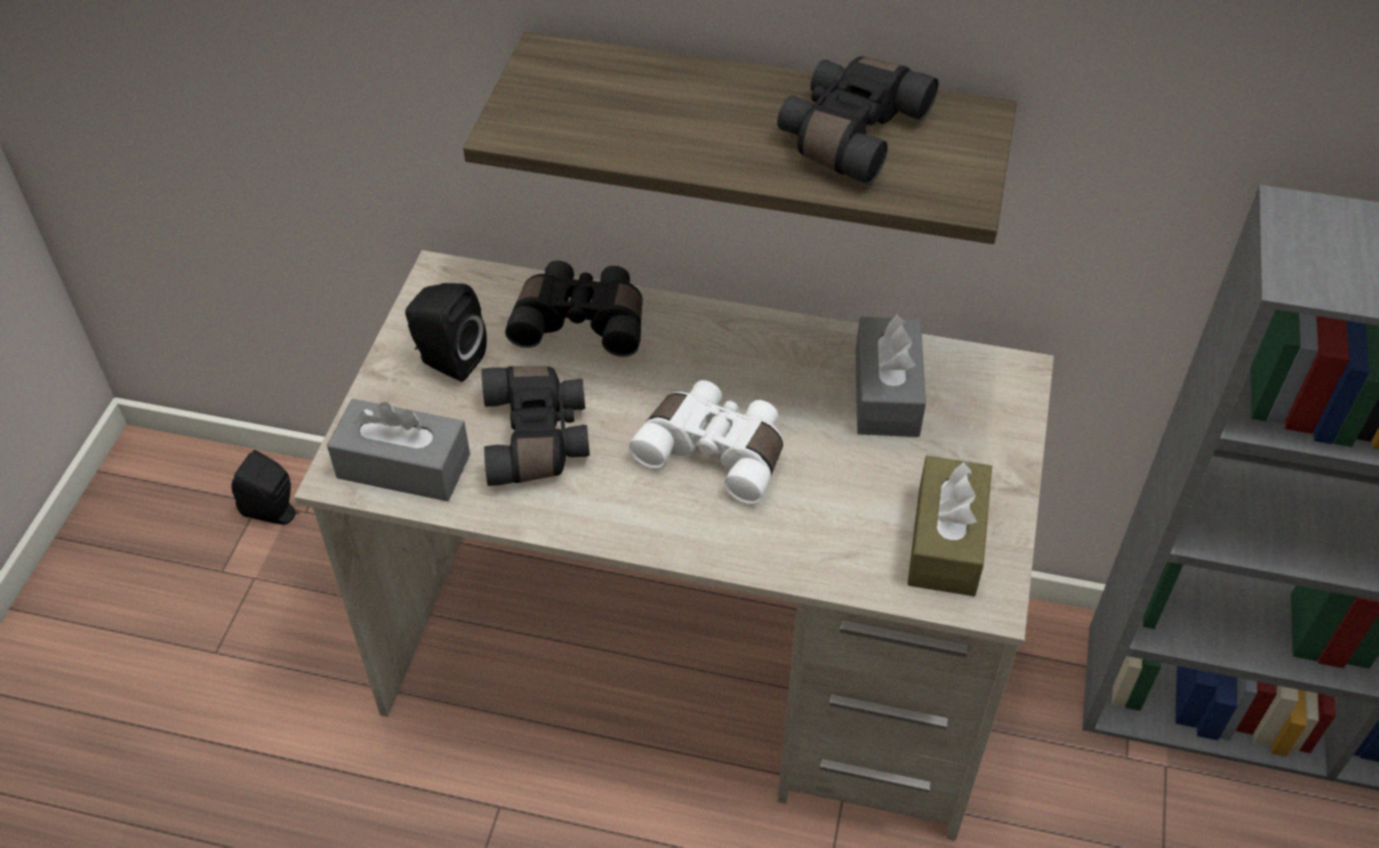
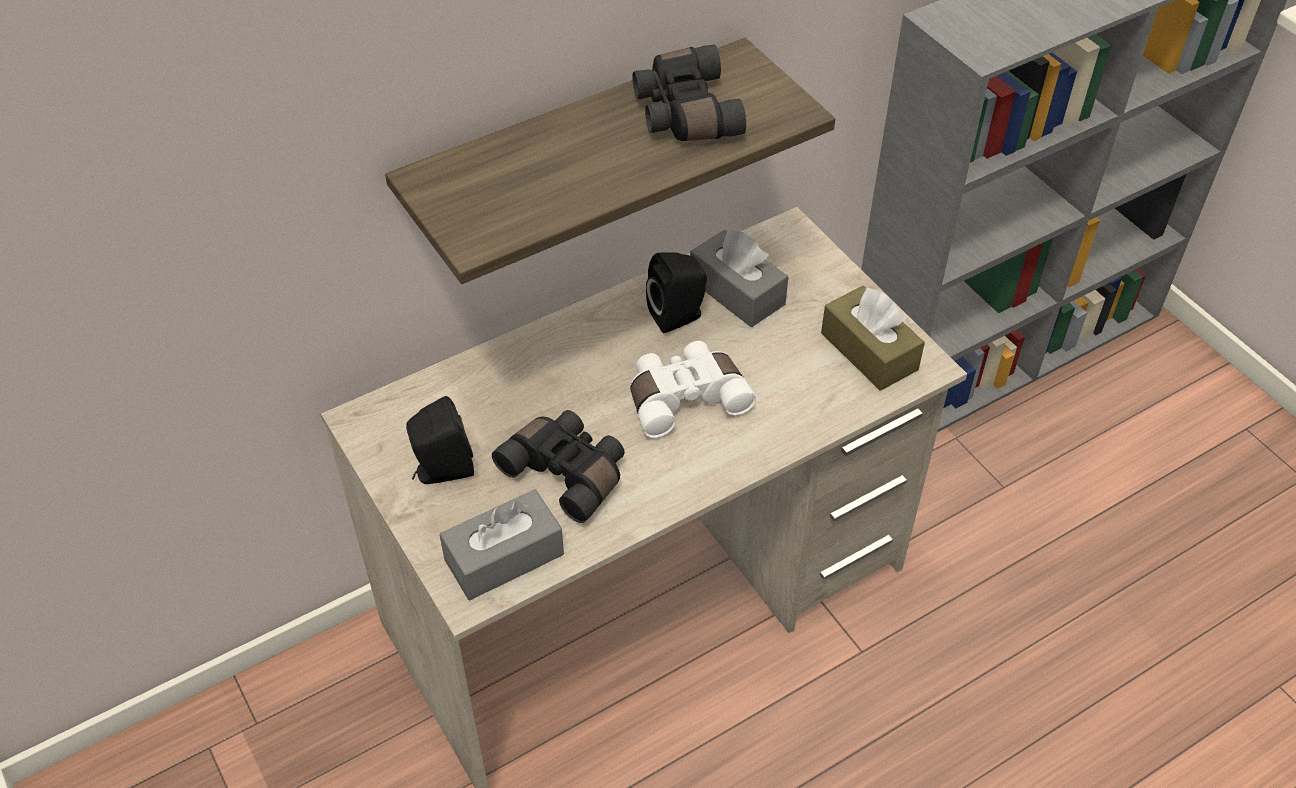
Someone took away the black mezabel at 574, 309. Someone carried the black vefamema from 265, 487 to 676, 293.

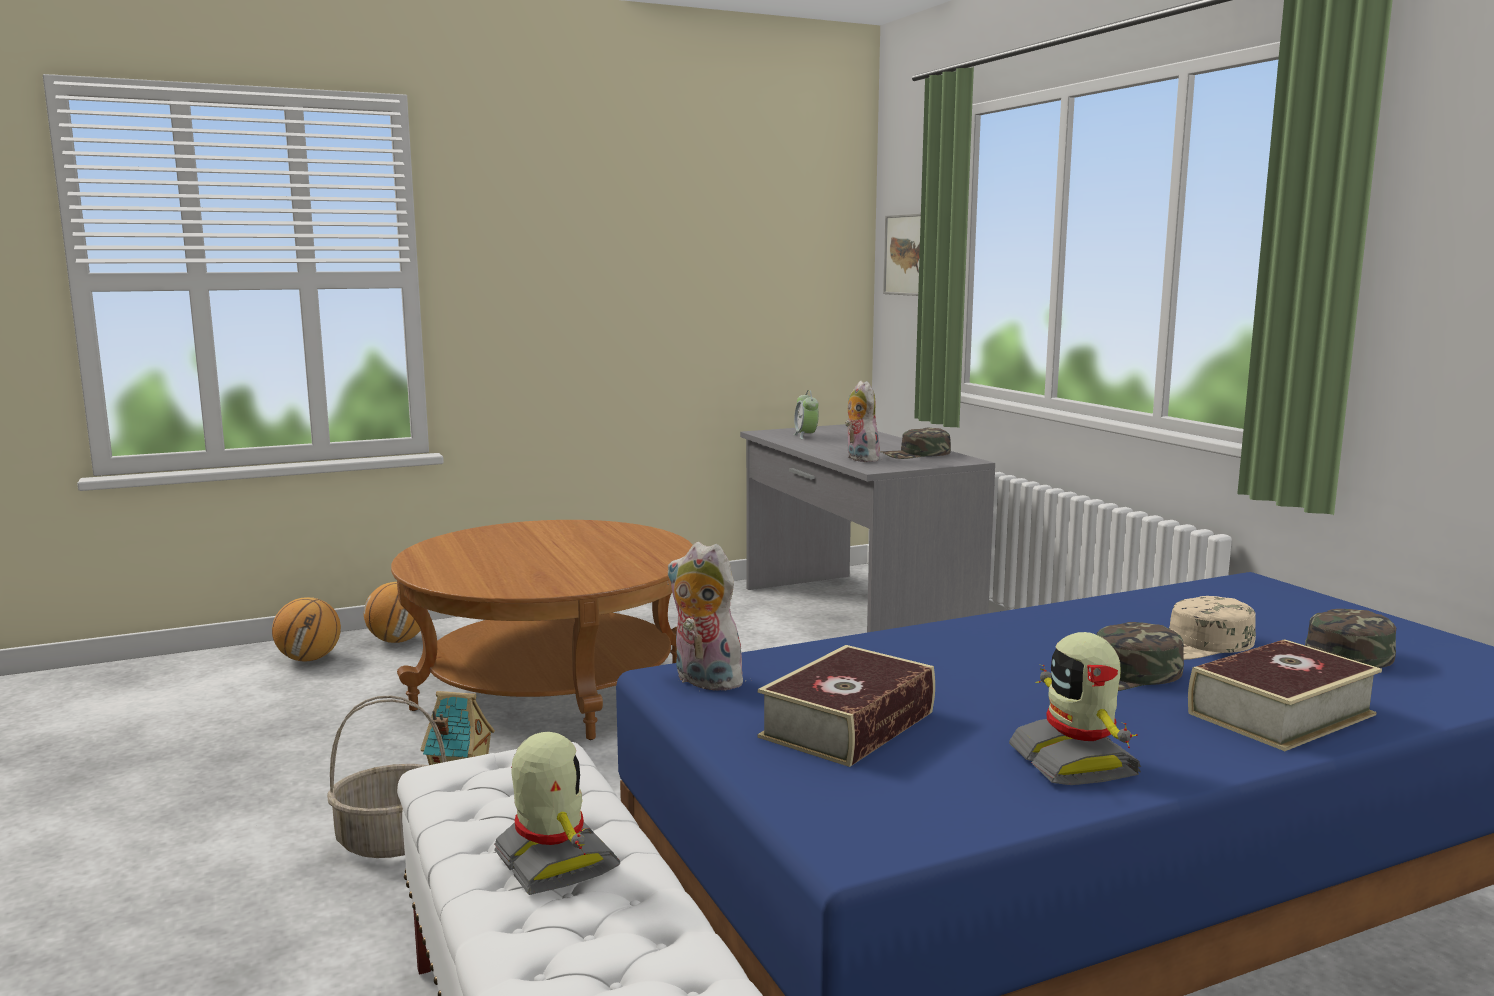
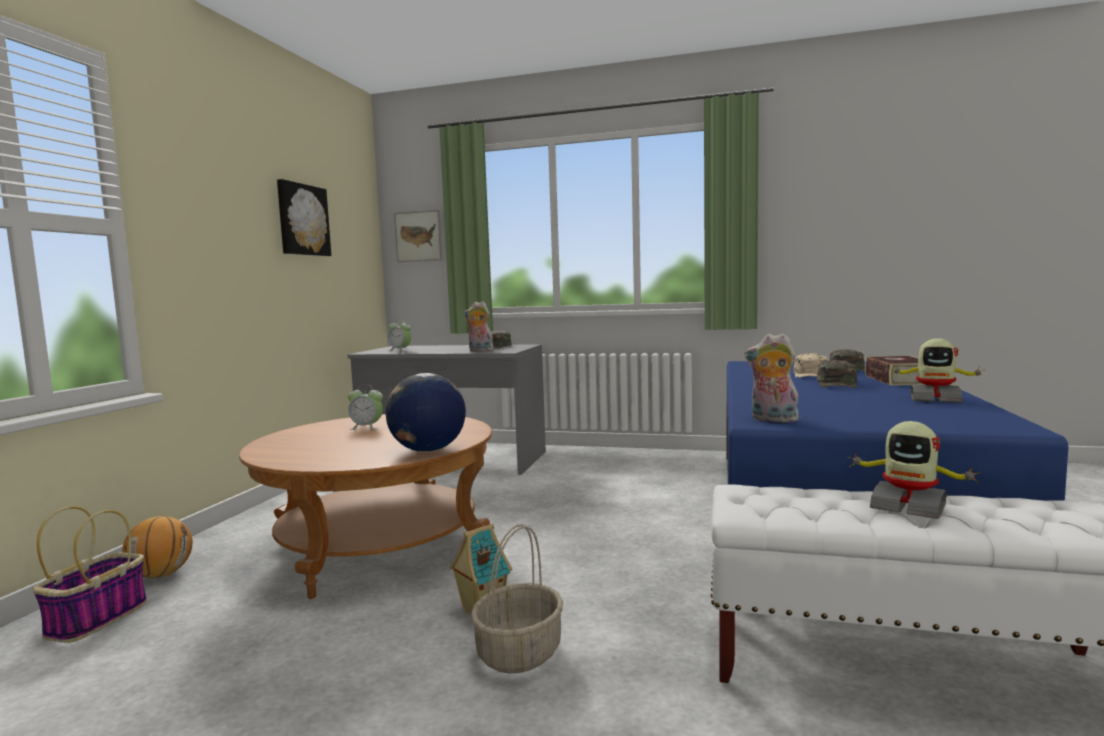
Someone rotated the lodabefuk at 706, 616 by 45 degrees clockwise. Someone swapped the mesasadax at 306, 629 for the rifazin at 90, 574. Someone took away the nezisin at 846, 706. Someone rotated the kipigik at 557, 813 by 150 degrees counterclockwise. Someone put up the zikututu at 304, 217. Someone put down the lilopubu at 426, 412. Someone put down the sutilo at 365, 407.

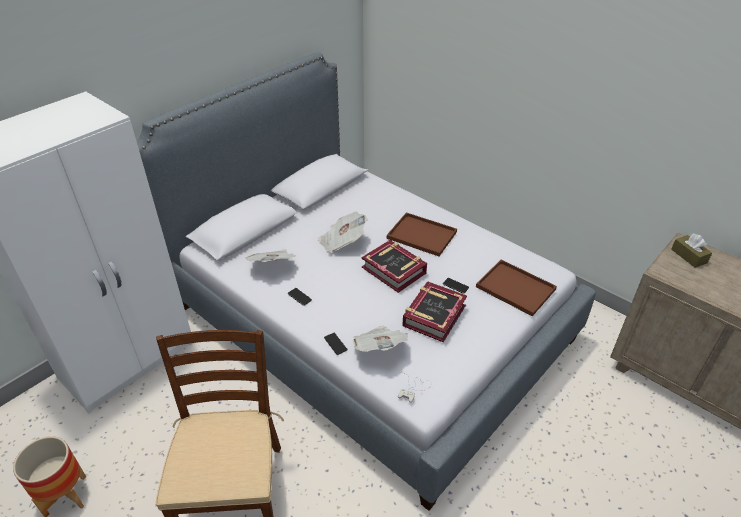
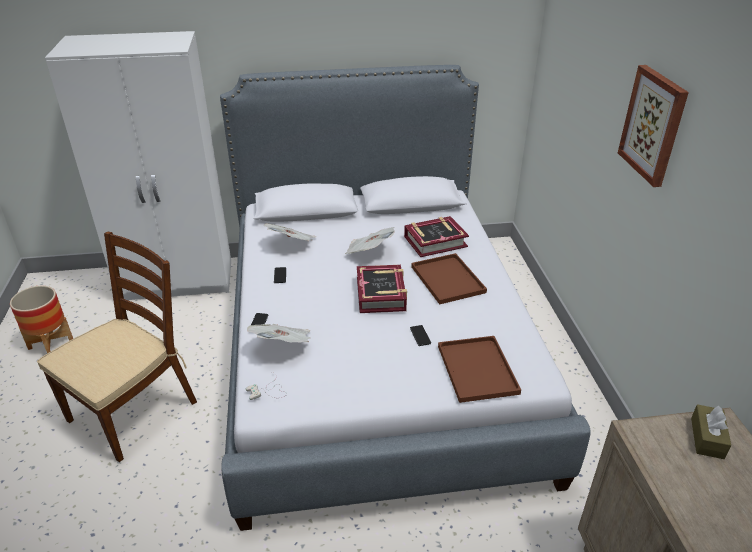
Someone carried the nezisin from 434, 311 to 436, 236. Someone put up the zikututu at 653, 126.

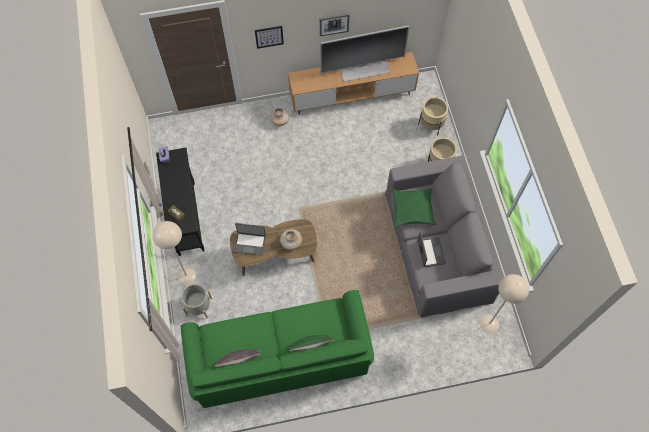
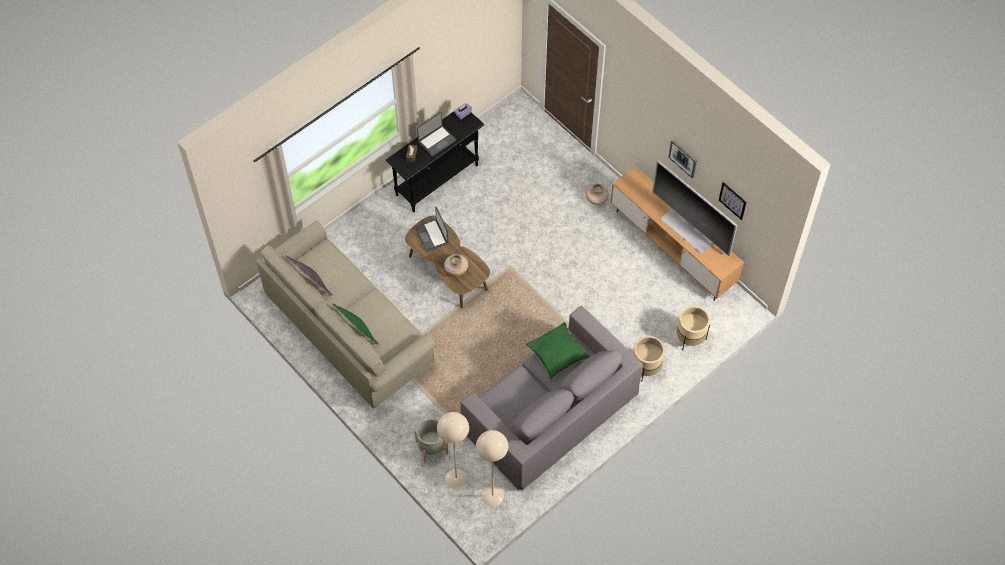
Someone carried the zikututu from 269, 37 to 733, 201. Someone carried the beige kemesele from 174, 253 to 453, 450. Someone carried the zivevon from 431, 249 to 436, 134. Someone carried the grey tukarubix from 196, 301 to 431, 440. Someone repainted the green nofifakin at 277, 349, which became the beige nofifakin at 346, 314.

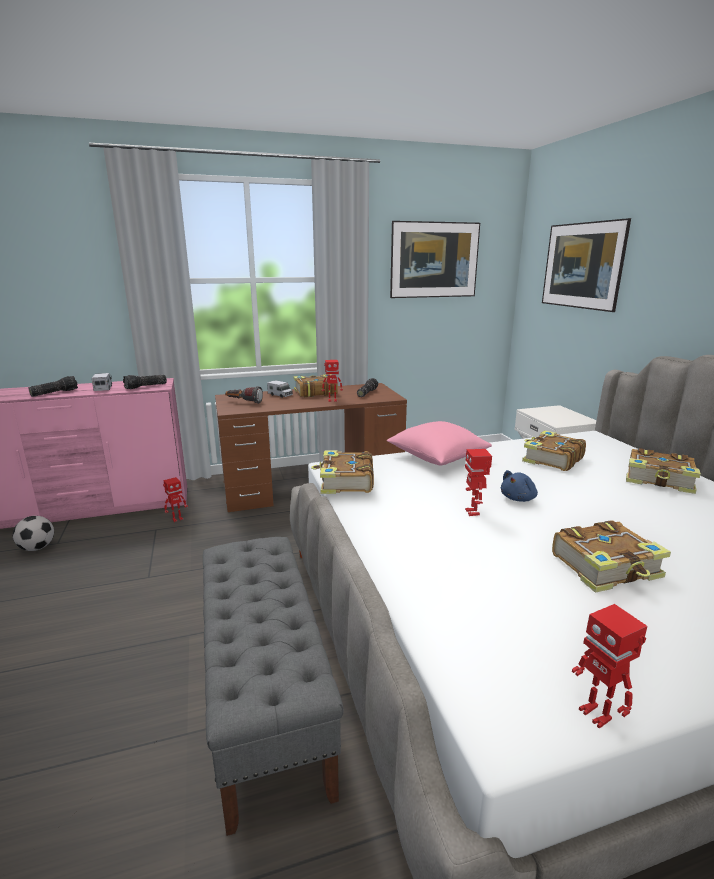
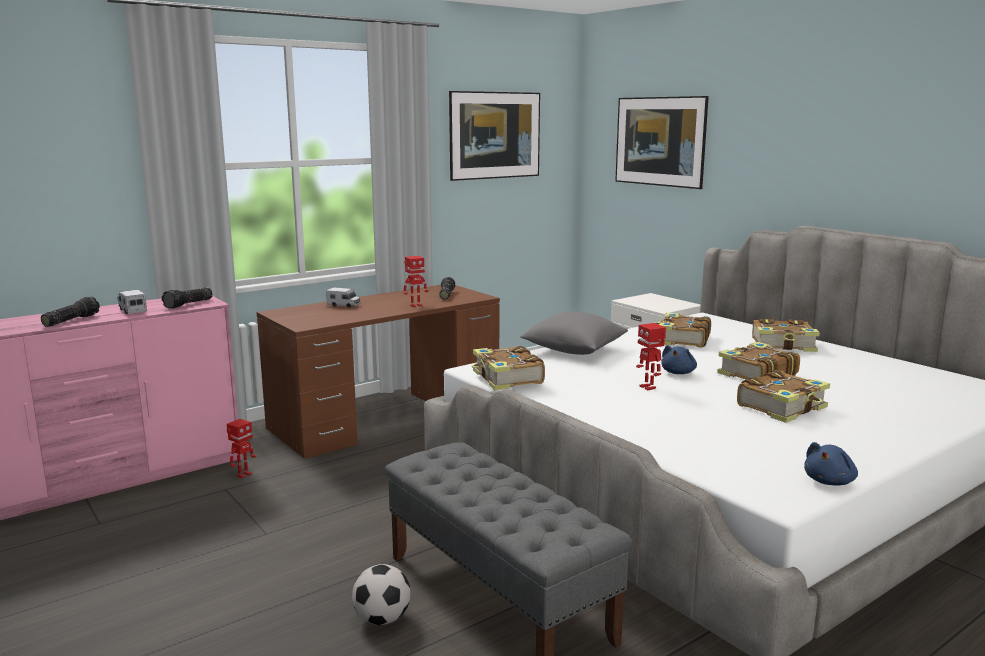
Someone carried the nezisin from 316, 385 to 758, 361. Someone took away the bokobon at 244, 395. Someone repainted the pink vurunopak at 439, 443, which became the grey vurunopak at 574, 333. Someone carried the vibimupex from 33, 533 to 381, 594. Someone swapped the kipigik at 609, 666 for the blue lodabefuk at 831, 464.

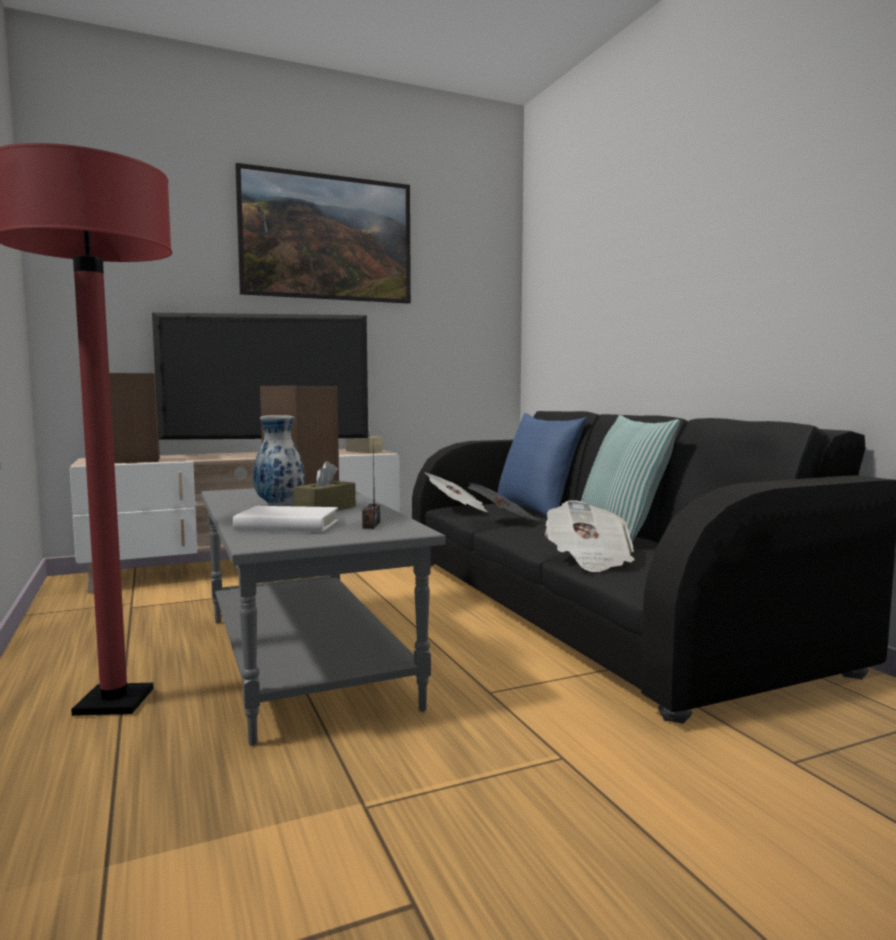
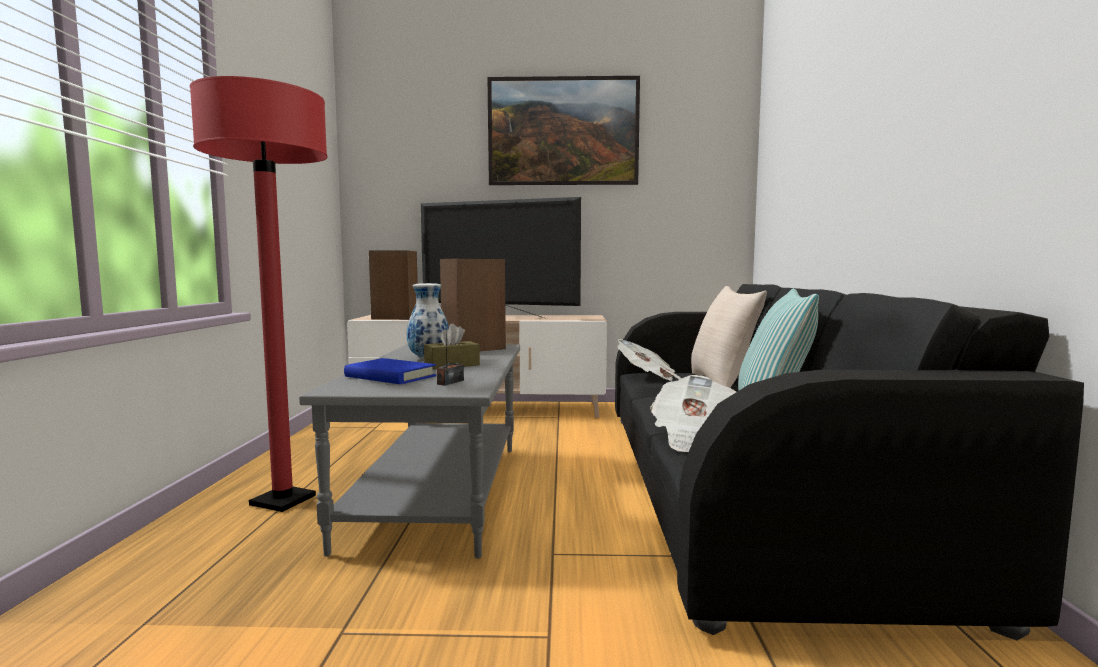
Someone repainted the blue vurunopak at 542, 465, which became the beige vurunopak at 729, 337. Someone took away the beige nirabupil at 364, 439. Someone repainted the white nezisin at 285, 519, which became the blue nezisin at 390, 371.

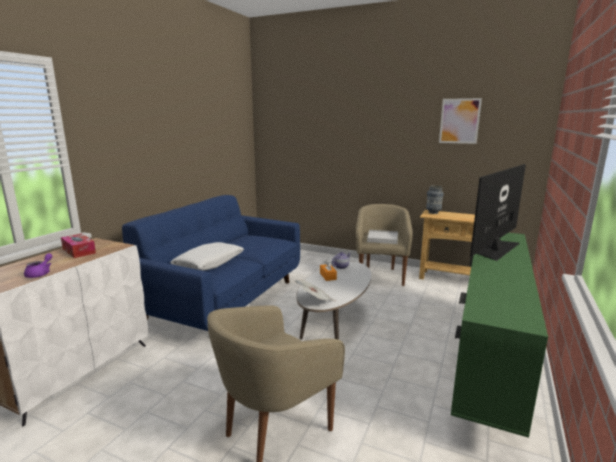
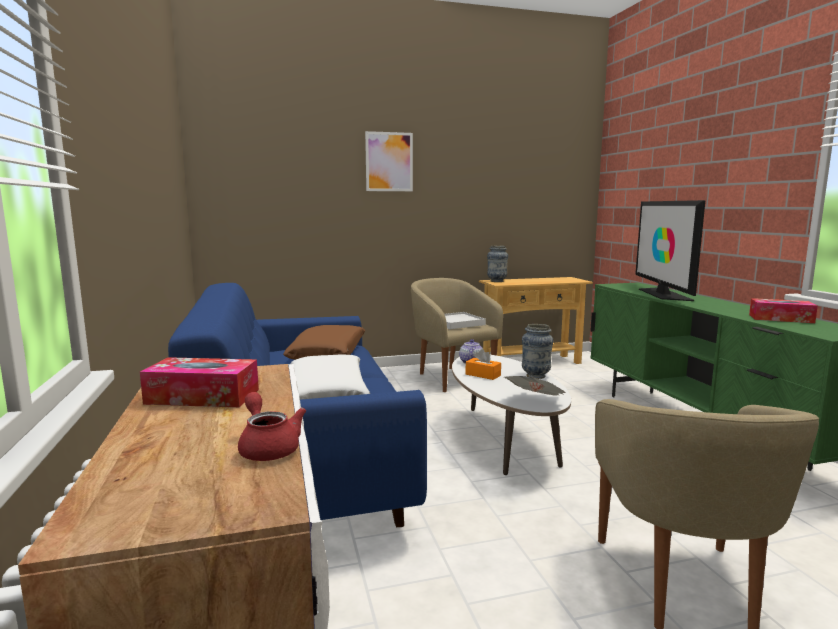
Someone carried the zikututu from 460, 121 to 389, 161. Someone repainted the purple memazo at 38, 265, which became the red memazo at 272, 426. Someone put down the nirabupil at 783, 310. Someone put down the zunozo at 538, 351. Someone put down the brown vurunopak at 324, 342.

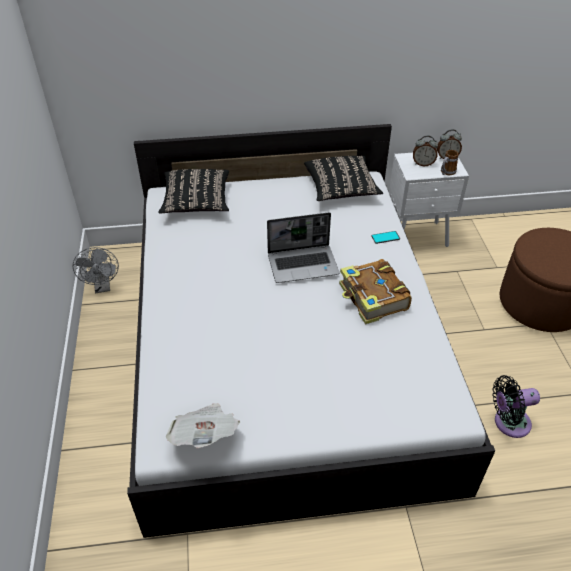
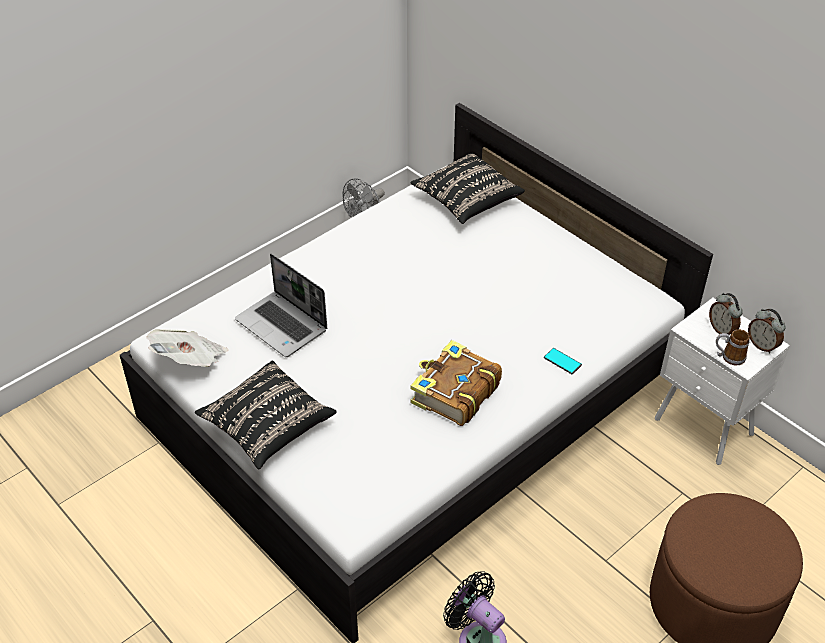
Someone carried the black vurunopak from 343, 178 to 266, 415. Someone carried the zivevon from 303, 247 to 281, 305.

